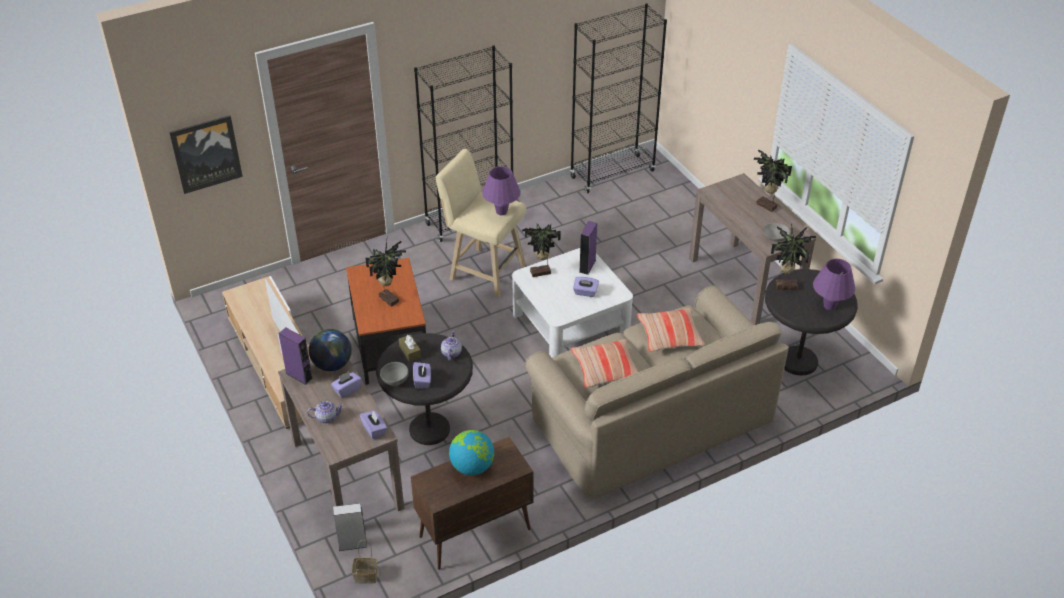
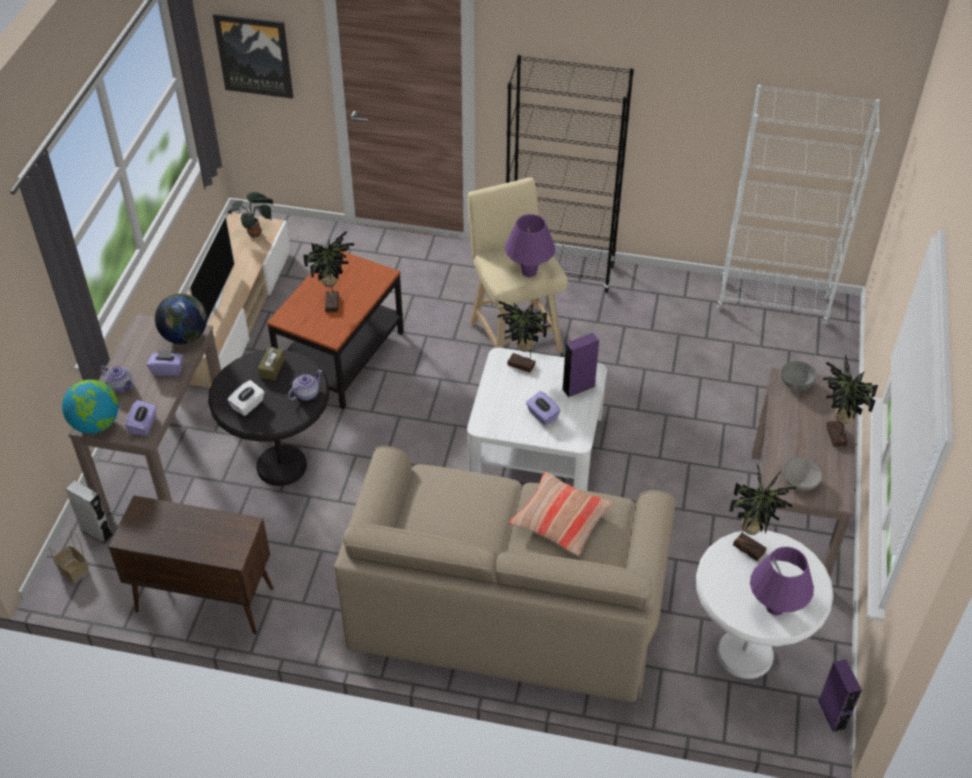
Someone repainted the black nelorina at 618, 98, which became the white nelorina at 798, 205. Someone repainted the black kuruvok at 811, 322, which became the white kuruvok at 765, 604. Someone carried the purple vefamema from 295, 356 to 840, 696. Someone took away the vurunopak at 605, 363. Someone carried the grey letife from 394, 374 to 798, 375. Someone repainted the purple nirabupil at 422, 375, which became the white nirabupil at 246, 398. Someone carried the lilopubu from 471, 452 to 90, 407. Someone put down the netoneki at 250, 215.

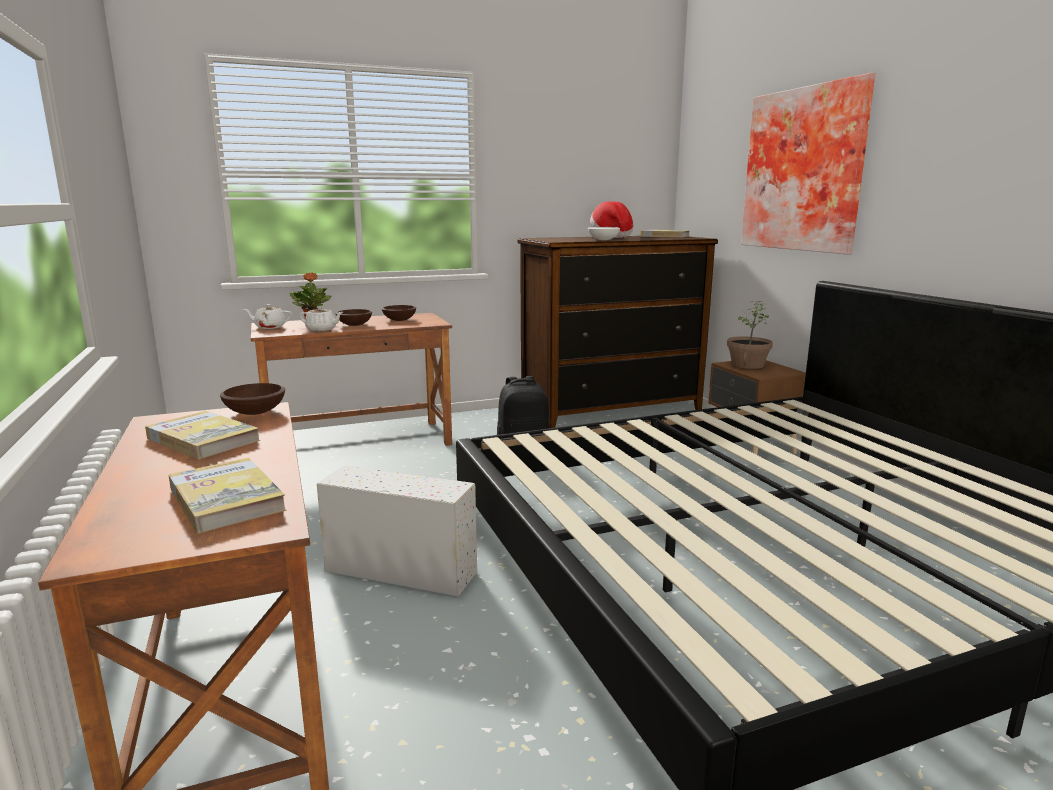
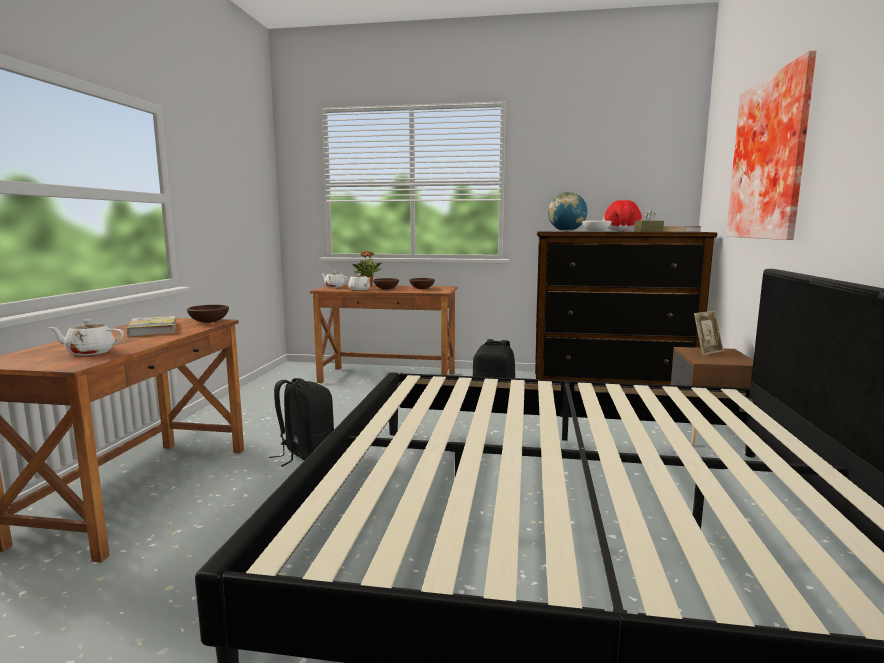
Someone swapped the netoneki at 750, 335 for the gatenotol at 709, 333. Someone swapped the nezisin at 228, 496 for the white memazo at 86, 337. Someone swapped the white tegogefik at 397, 531 for the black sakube at 301, 422. Someone put down the lilopubu at 567, 211. Someone put down the brown nirabupil at 649, 221.

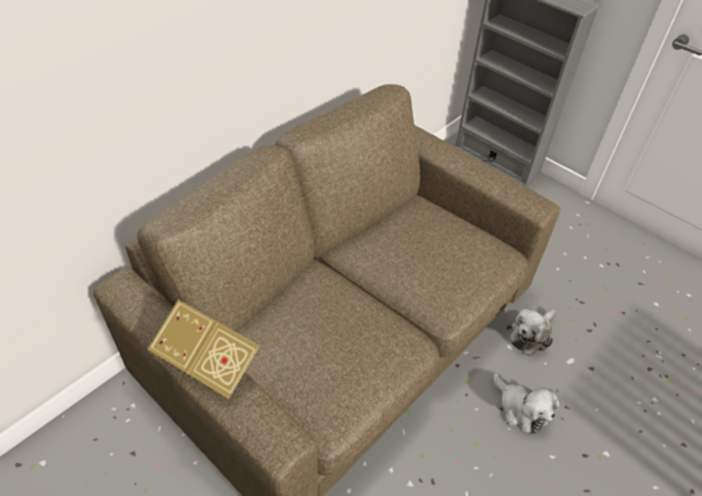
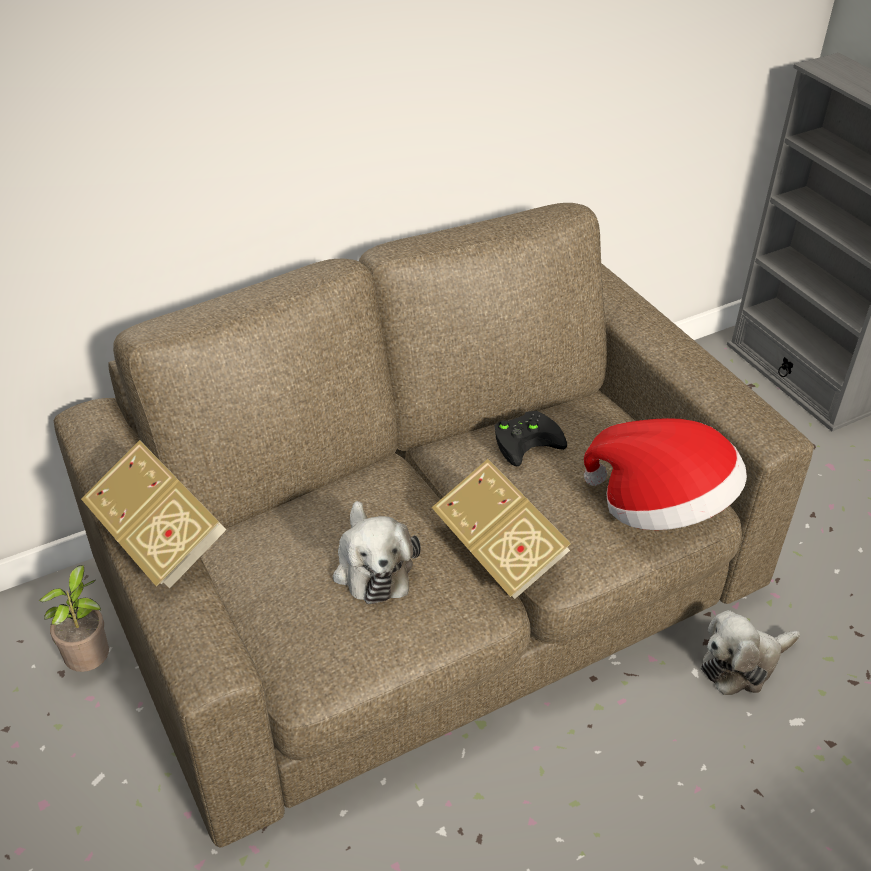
Someone carried the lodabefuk from 526, 403 to 377, 552. Someone put down the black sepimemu at 531, 438. Someone put down the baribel at 665, 474. Someone put down the nezisin at 501, 529. Someone put down the netoneki at 74, 618.

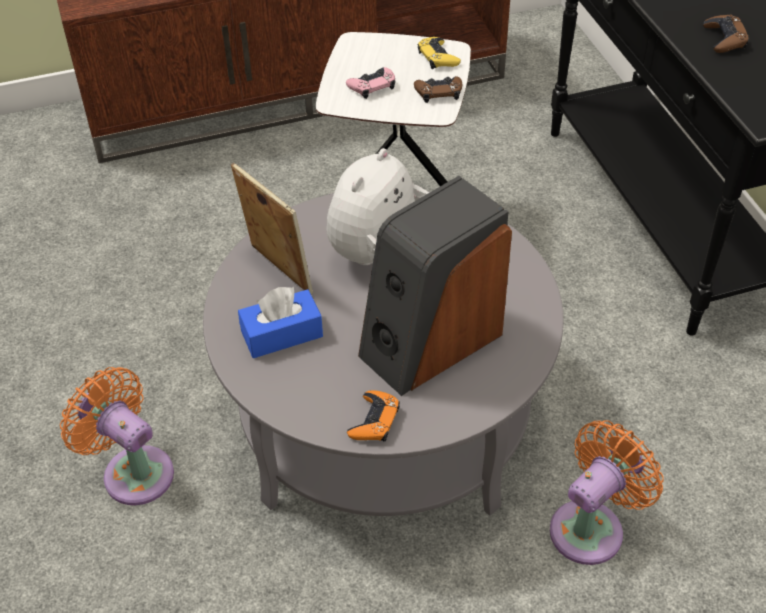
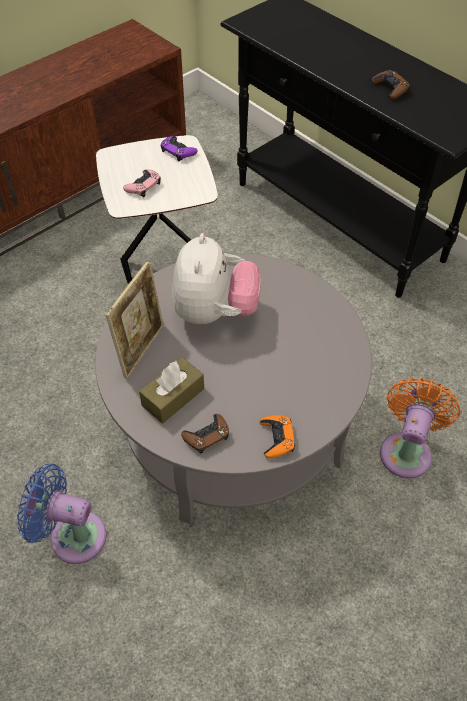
Someone repainted the yellow sepimemu at 439, 53, which became the purple sepimemu at 179, 149. Someone carried the brown sepimemu from 438, 89 to 205, 433. Someone rotated the gatenotol at 272, 229 by 90 degrees clockwise. Someone took away the vefamema at 435, 286. Someone repainted the blue nirabupil at 280, 322, which became the brown nirabupil at 171, 390. Someone repainted the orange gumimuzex at 117, 436, which became the blue gumimuzex at 62, 514.

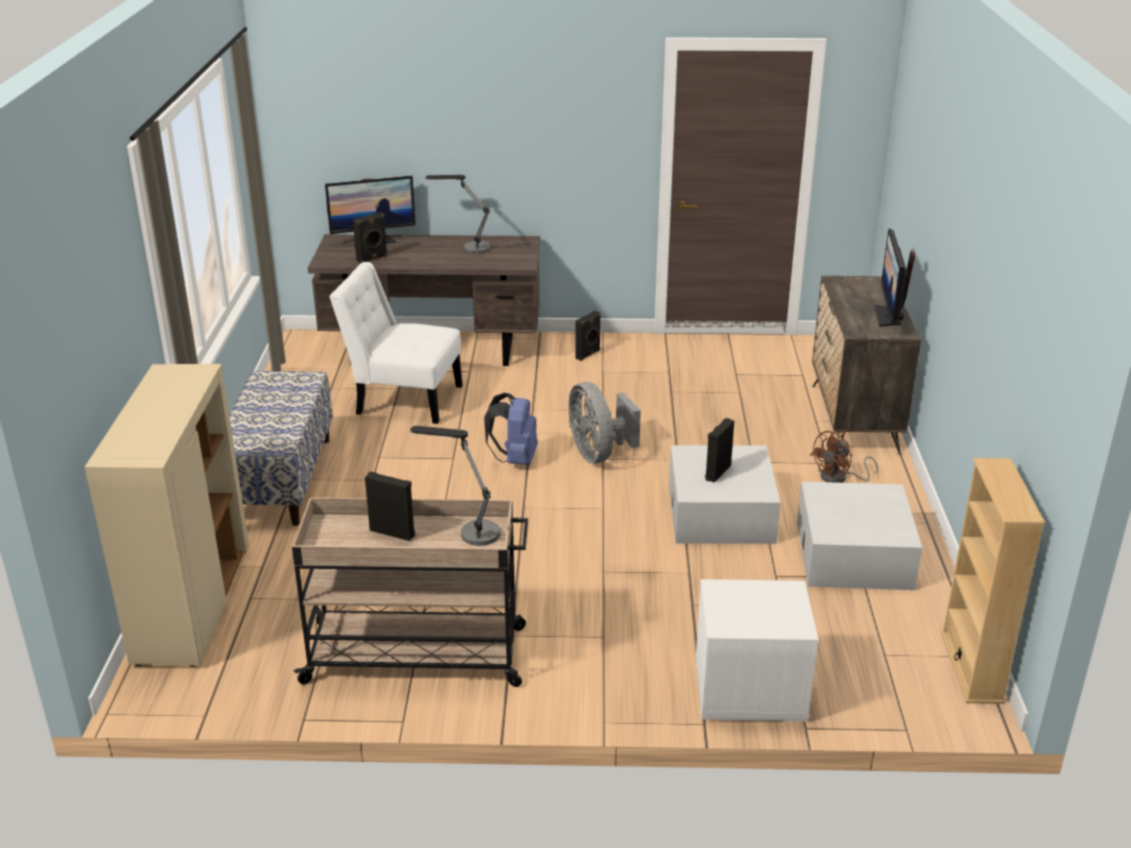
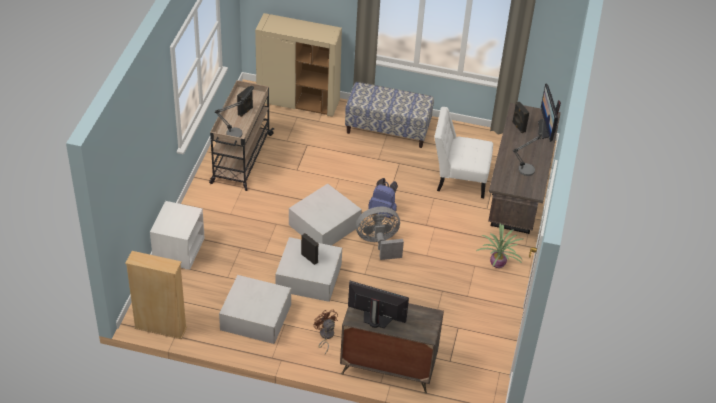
Someone rotated the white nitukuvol at 396, 343 by 105 degrees counterclockwise. Someone swapped the black vefamema at 588, 336 for the netoneki at 499, 246. Someone put down the white tegogefik at 325, 215.

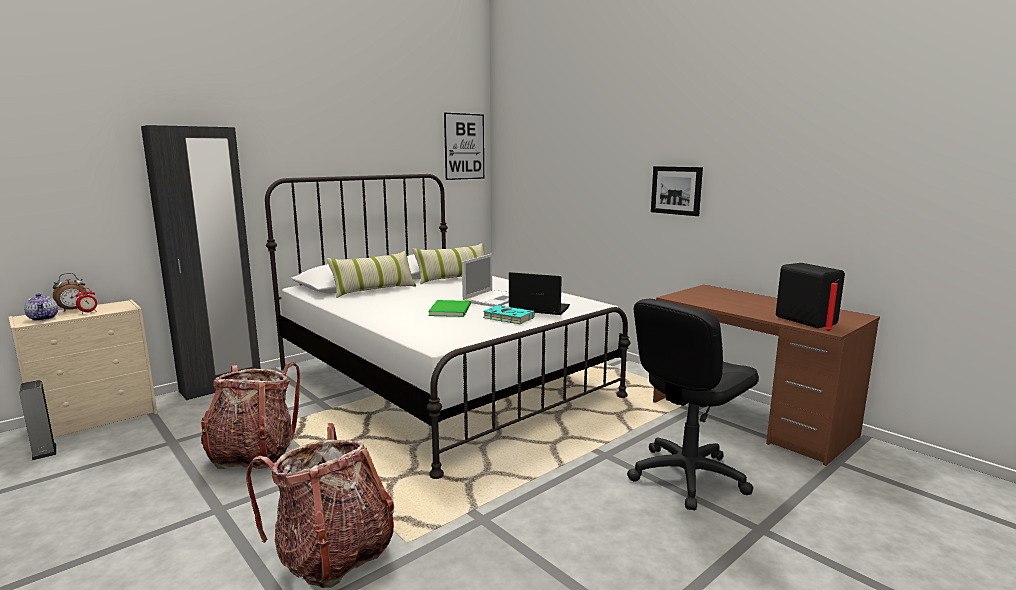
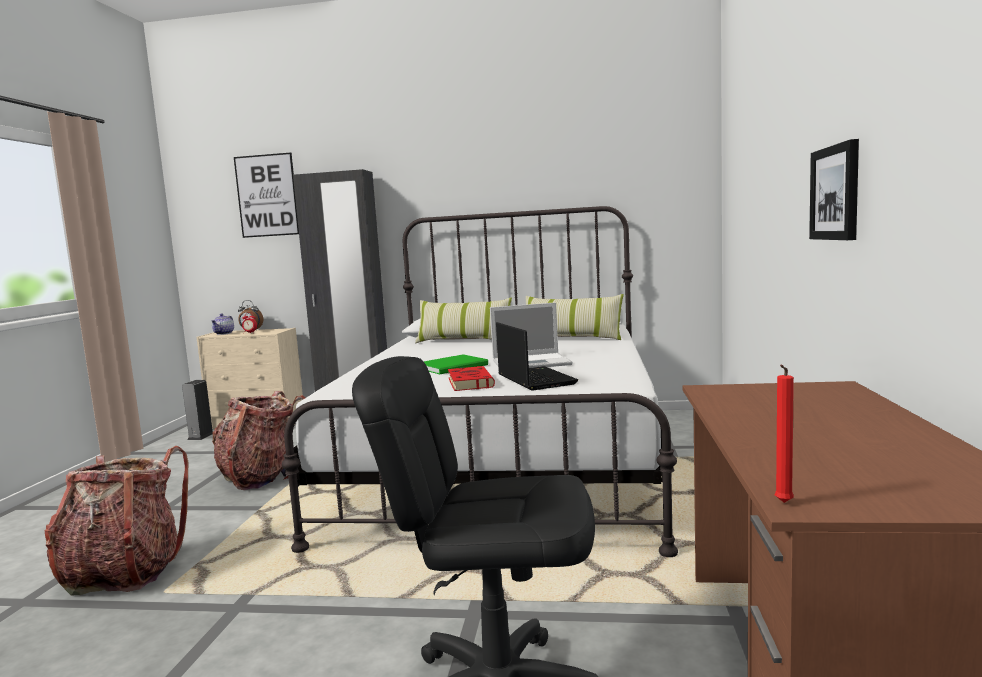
Someone carried the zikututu from 464, 146 to 266, 195. Someone took away the black vefamema at 810, 295. Someone repainted the turquoise nezisin at 509, 314, which became the red nezisin at 471, 378.

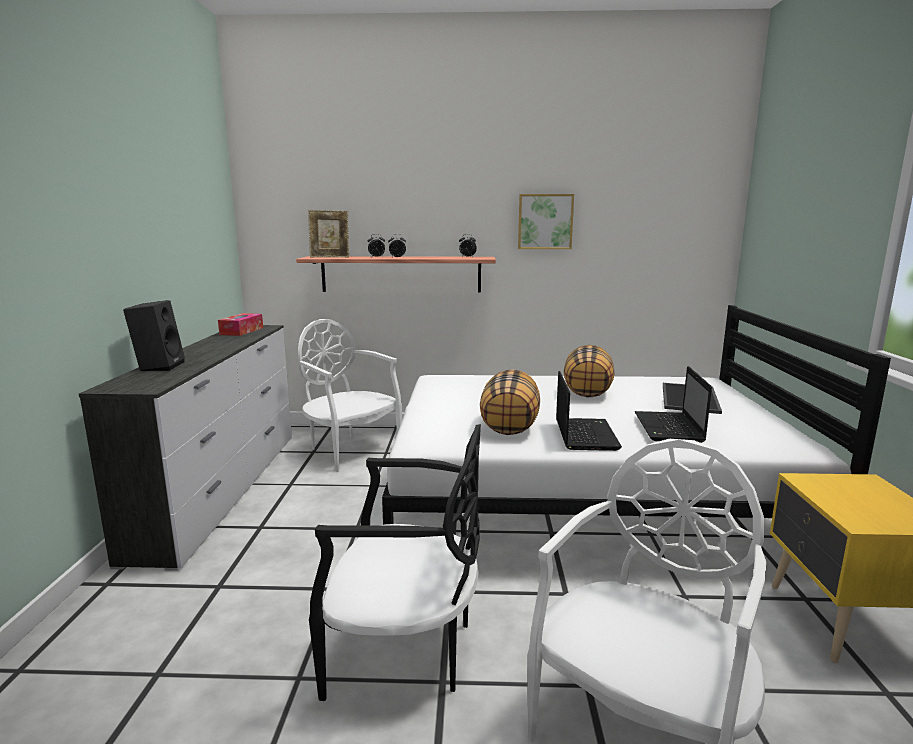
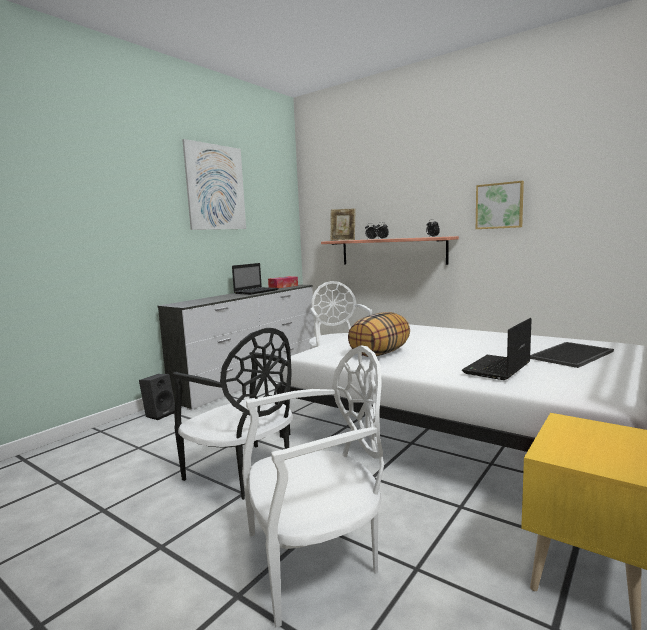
Someone carried the black vefamema from 154, 335 to 157, 397. Someone took away the vurunopak at 589, 371. Someone carried the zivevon from 589, 411 to 255, 279. Someone put up the zikututu at 214, 184.

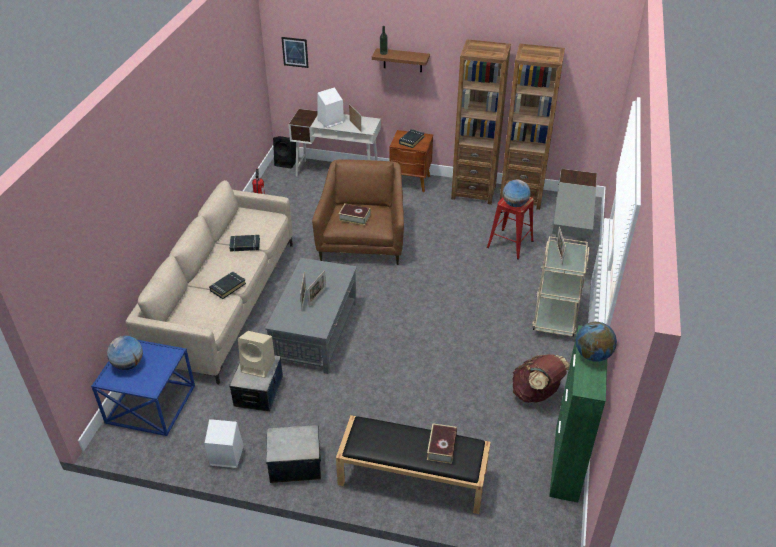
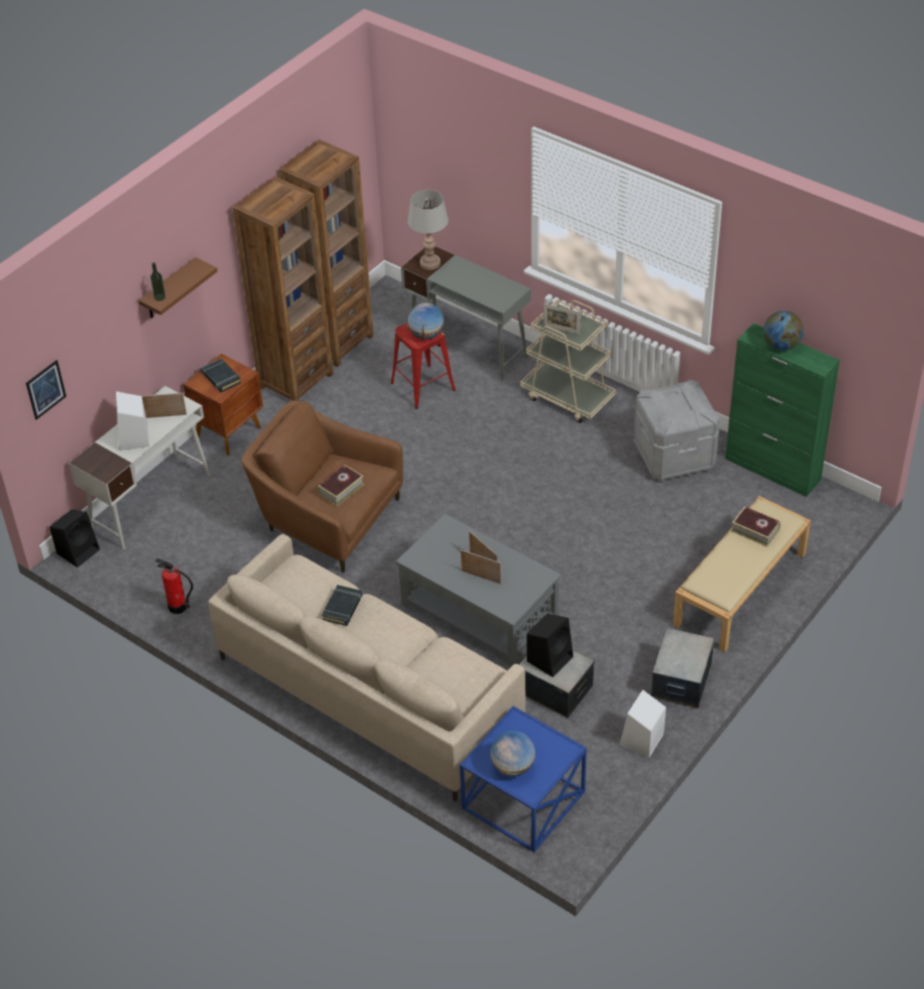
Someone took away the black nezisin at 227, 285. Someone repainted the beige vefamema at 256, 354, which became the black vefamema at 550, 645. Someone swapped the brown sakube at 541, 378 for the grey tegogefik at 676, 430. Someone repainted the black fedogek at 413, 464, which became the beige fedogek at 742, 574. Someone put down the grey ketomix at 428, 230.

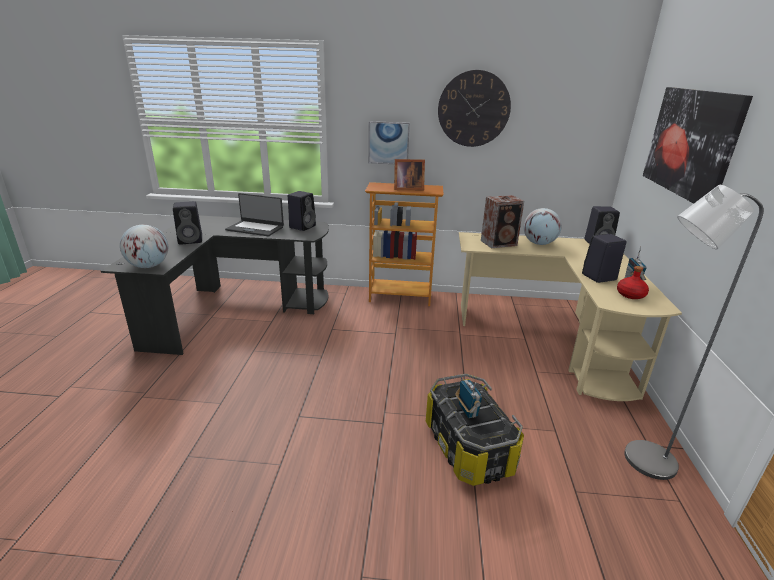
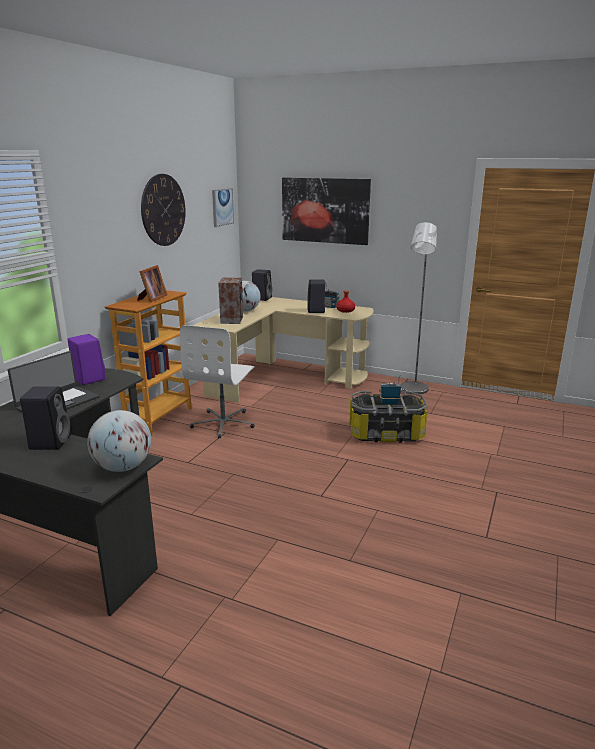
Someone carried the zikututu from 389, 142 to 223, 207. Someone repainted the black vefamema at 302, 211, which became the purple vefamema at 86, 359. Someone put down the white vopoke at 217, 381.

